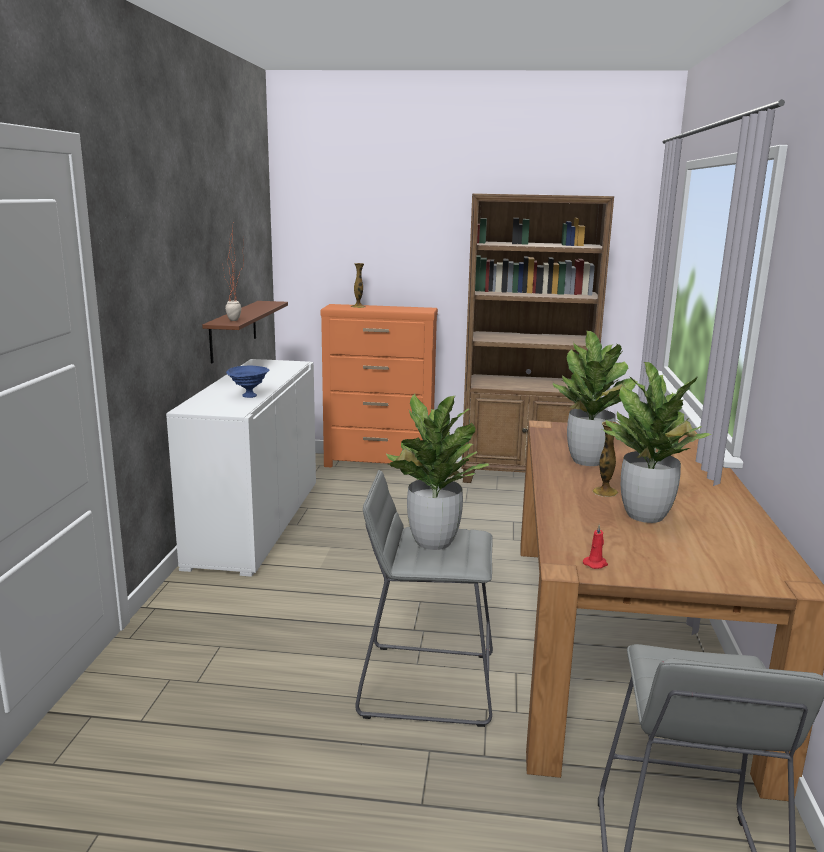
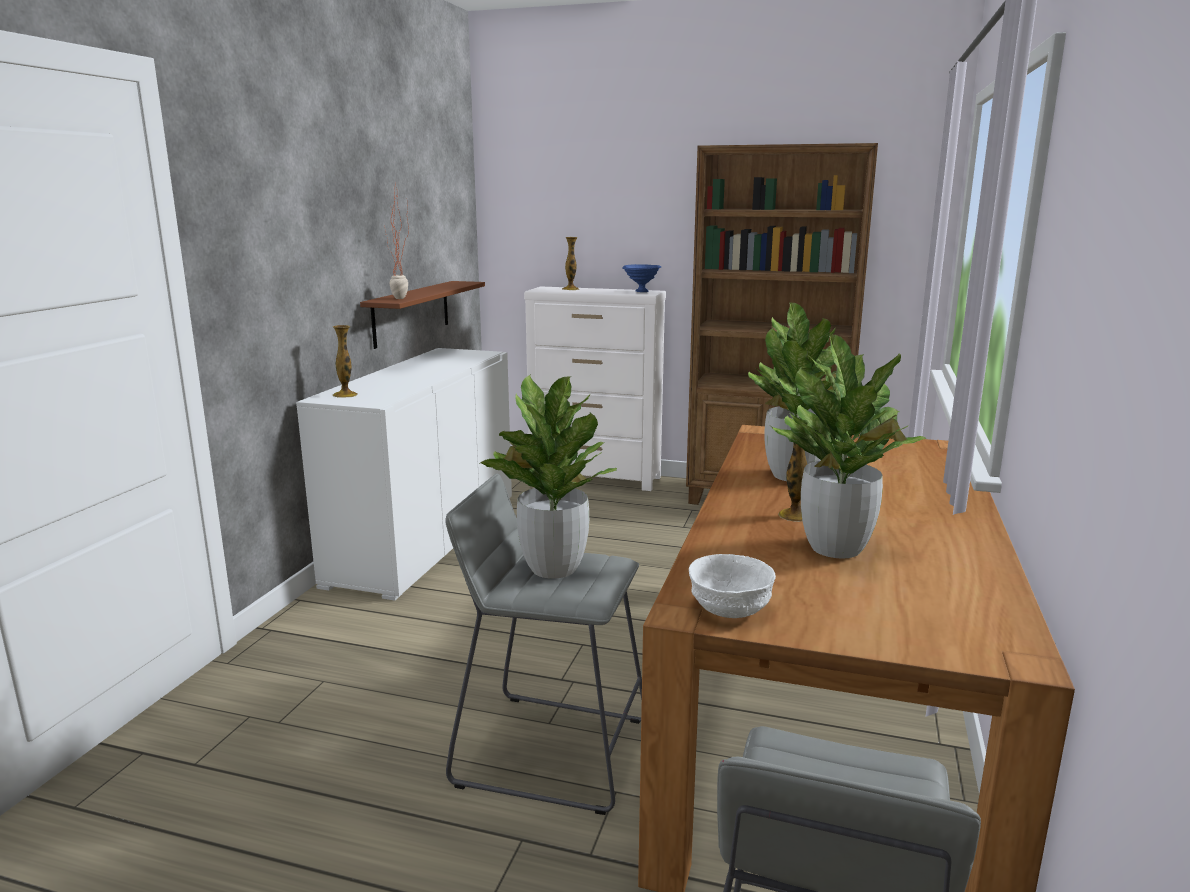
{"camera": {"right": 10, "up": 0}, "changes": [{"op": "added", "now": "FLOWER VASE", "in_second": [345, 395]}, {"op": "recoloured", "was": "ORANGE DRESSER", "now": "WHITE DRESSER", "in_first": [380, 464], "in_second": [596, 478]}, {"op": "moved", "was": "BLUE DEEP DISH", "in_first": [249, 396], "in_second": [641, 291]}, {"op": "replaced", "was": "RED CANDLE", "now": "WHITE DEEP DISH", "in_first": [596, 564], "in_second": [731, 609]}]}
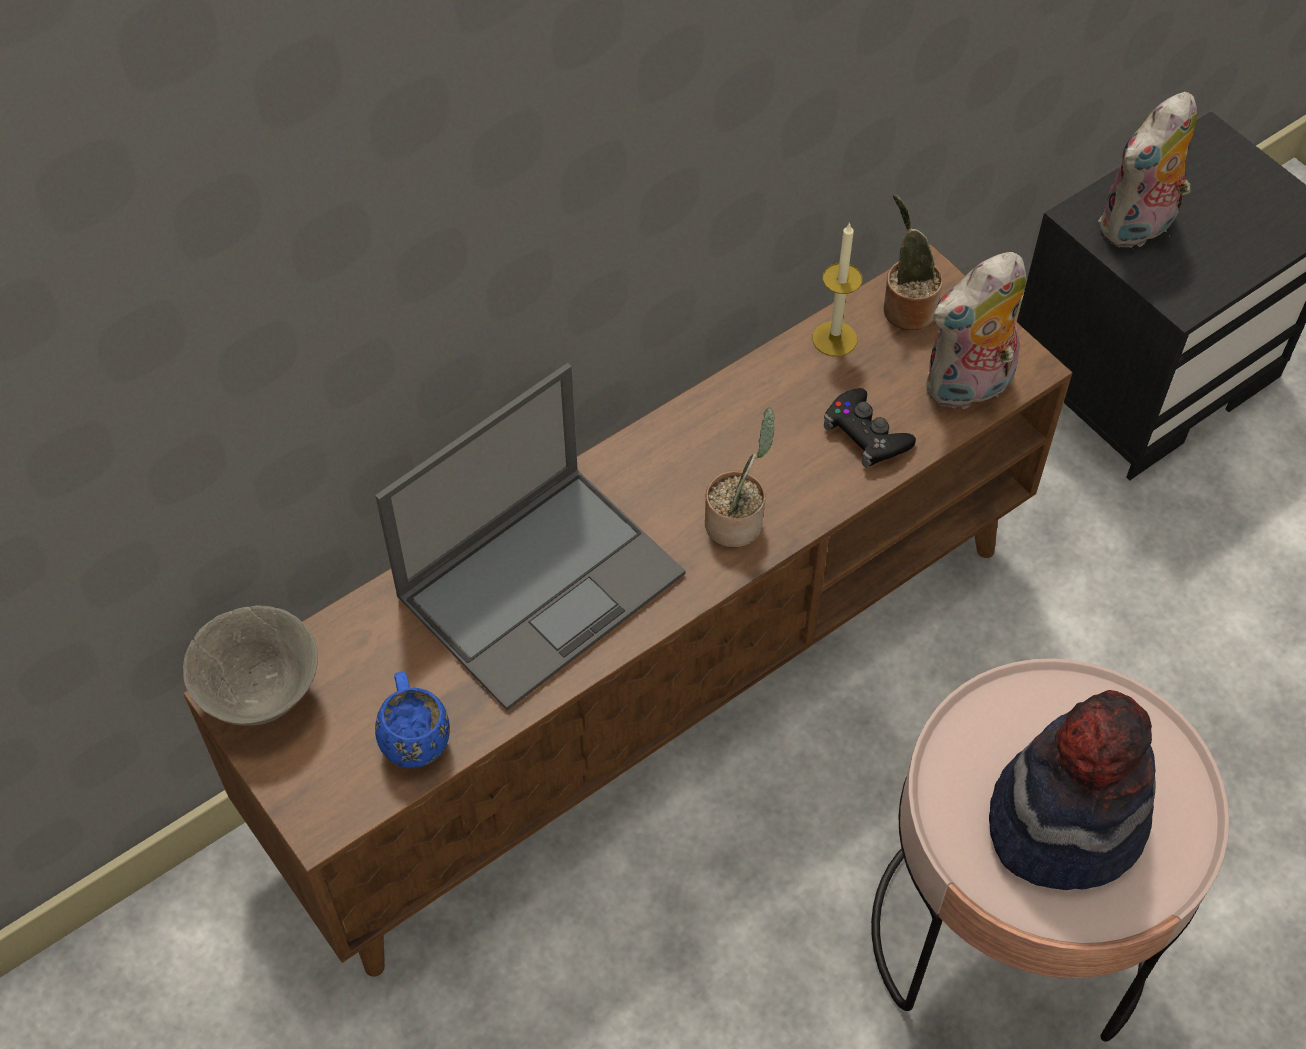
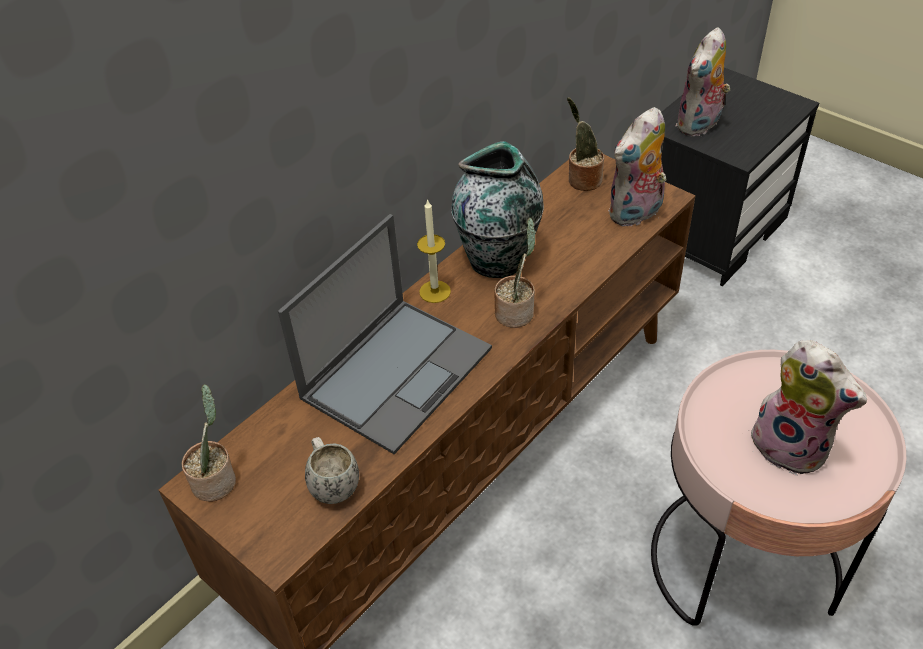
{"camera": {"right": -10, "up": -10}, "changes": [{"op": "replaced", "was": "GREY DEEP DISH", "now": "HOUSEPLANT", "in_first": [261, 696], "in_second": [216, 480]}, {"op": "recoloured", "was": "BLUE TEA MUG", "now": "WHITE TEA MUG", "in_first": [413, 735], "in_second": [331, 483]}, {"op": "moved", "was": "CANDLE", "in_first": [834, 339], "in_second": [435, 291]}, {"op": "added", "now": "FLOWER VASE", "in_second": [498, 260]}, {"op": "replaced", "was": "WEARABLE HAT", "now": "SOFT TOY", "in_first": [1064, 820], "in_second": [793, 446]}, {"op": "removed", "was": "BLACK-COLOURED GAME CONTROLLER", "in_first": [866, 434]}]}
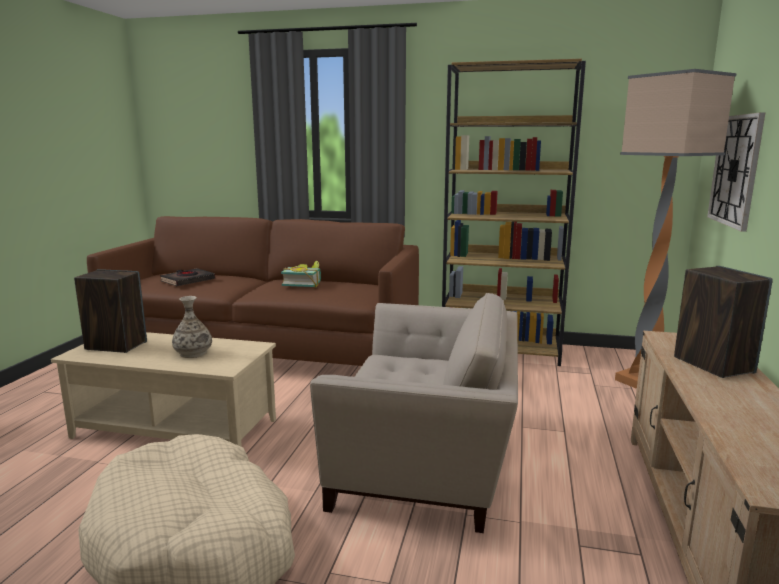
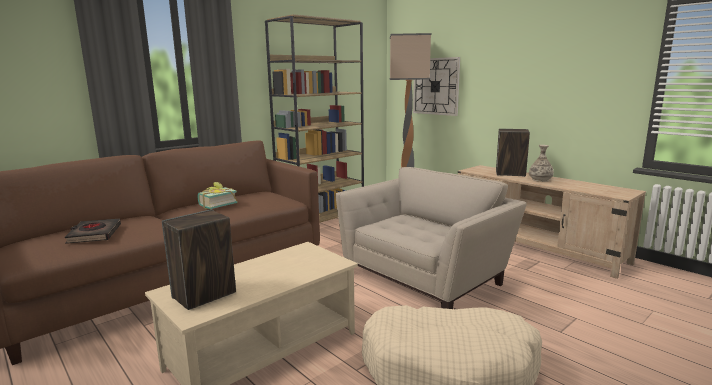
{"camera": {"right": -55, "up": 0}, "changes": [{"op": "moved", "was": "FLOWER VASE", "in_first": [193, 353], "in_second": [540, 180]}]}
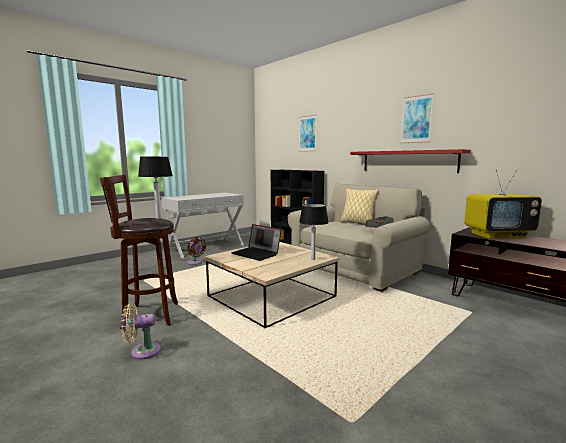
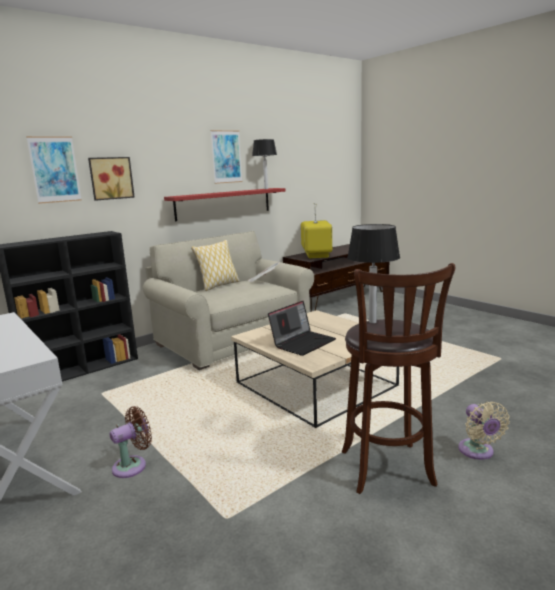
{"camera": {"right": -85, "up": 5}, "changes": [{"op": "added", "now": "WALL ART", "in_second": [111, 178]}, {"op": "moved", "was": "TABLETOP LAMP", "in_first": [313, 259], "in_second": [266, 189]}]}
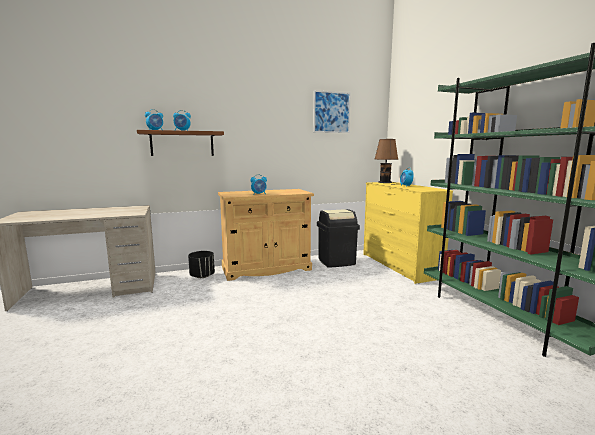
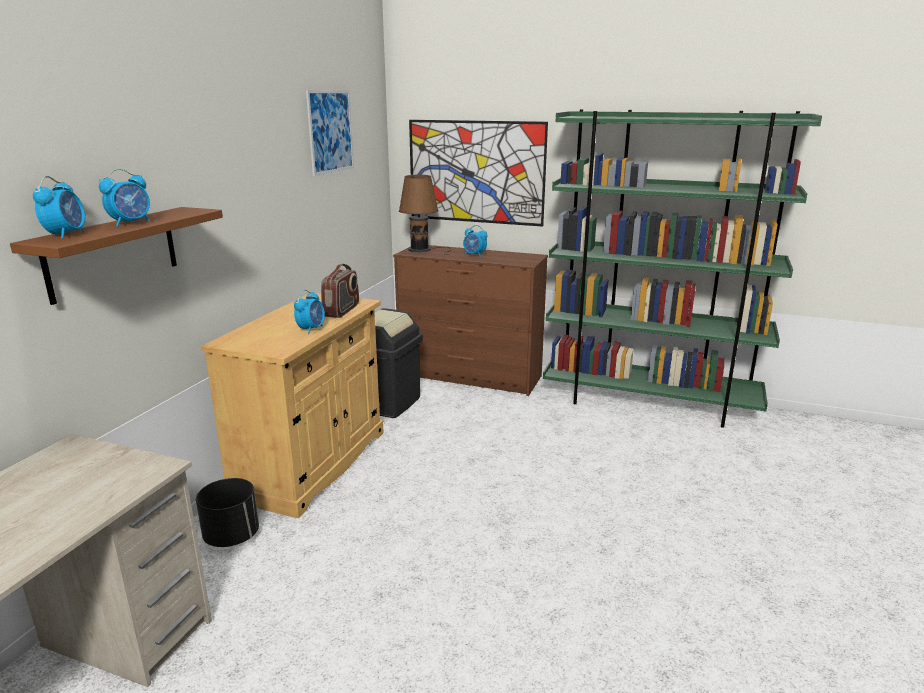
{"camera": {"right": -50, "up": 10}, "changes": [{"op": "added", "now": "RADIO", "in_second": [342, 310]}, {"op": "recoloured", "was": "YELLOW-COLOURED DRESSER", "now": "BROWNISH DRESSER", "in_first": [399, 266], "in_second": [469, 377]}, {"op": "added", "now": "WALL ART", "in_second": [476, 172]}]}
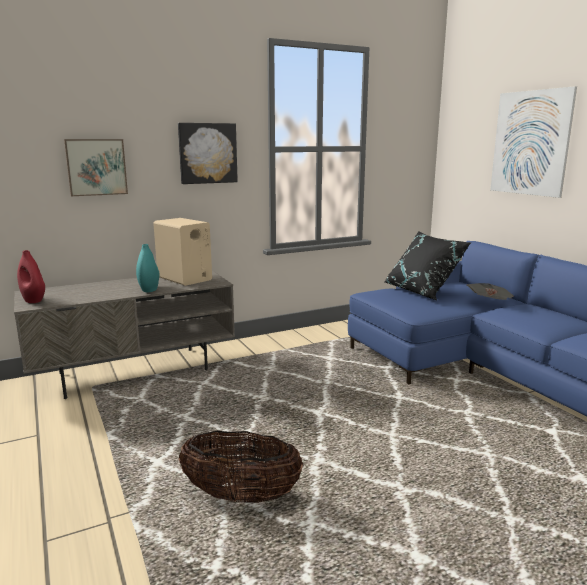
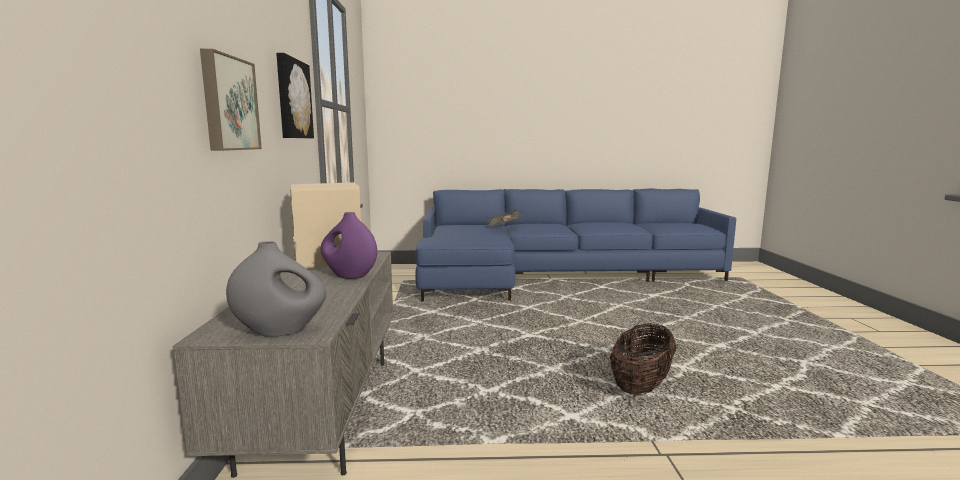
{"camera": {"right": -65, "up": -5}, "changes": [{"op": "recoloured", "was": "RED FLOWER VASE", "now": "GREY FLOWER VASE", "in_first": [34, 300], "in_second": [280, 331]}, {"op": "recoloured", "was": "TURQUOISE-COLOURED FLOWER VASE", "now": "PURPLE-COLOURED FLOWER VASE", "in_first": [149, 289], "in_second": [349, 276]}, {"op": "removed", "was": "BLACK-COLOURED CUSHION", "in_first": [422, 292]}, {"op": "removed", "was": "WALL ART", "in_first": [530, 143]}]}
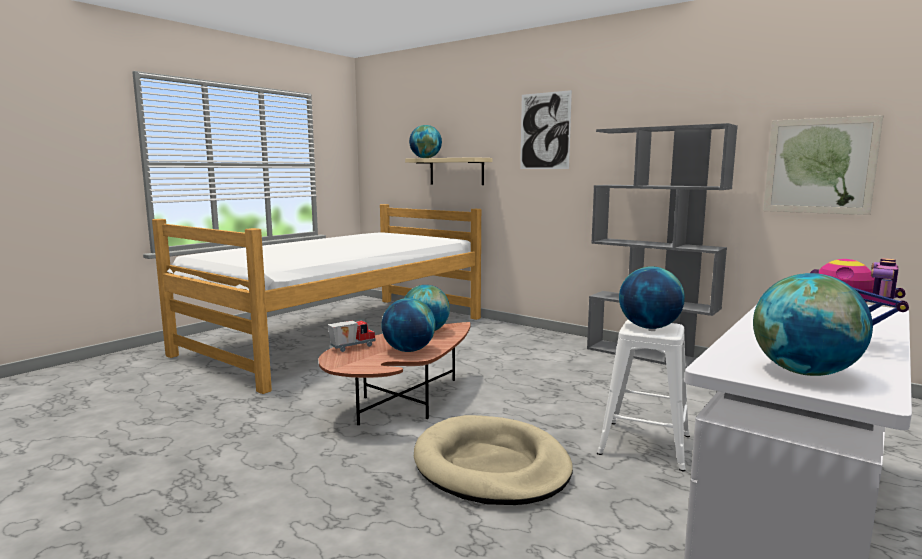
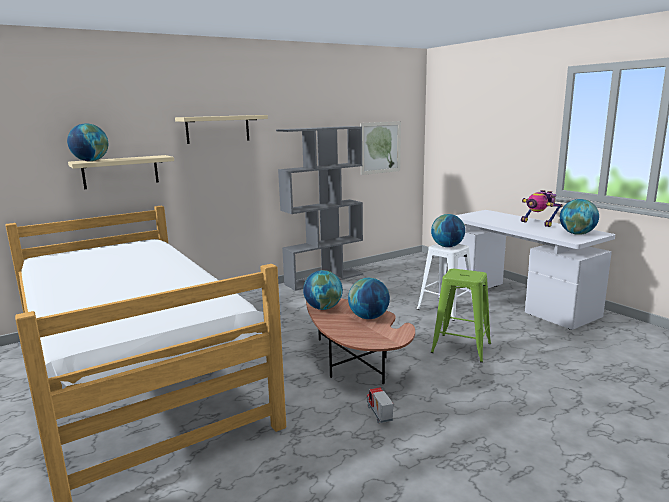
{"camera": {"right": -70, "up": 5}, "changes": [{"op": "replaced", "was": "WALL ART", "now": "BEIGE-COLOURED SHELF", "in_first": [545, 131], "in_second": [218, 129]}, {"op": "moved", "was": "TOY TRUCK", "in_first": [351, 347], "in_second": [378, 415]}, {"op": "replaced", "was": "BEIGE-COLOURED DOG CUSHION", "now": "GREEN SITTING STOOL", "in_first": [491, 466], "in_second": [460, 348]}]}
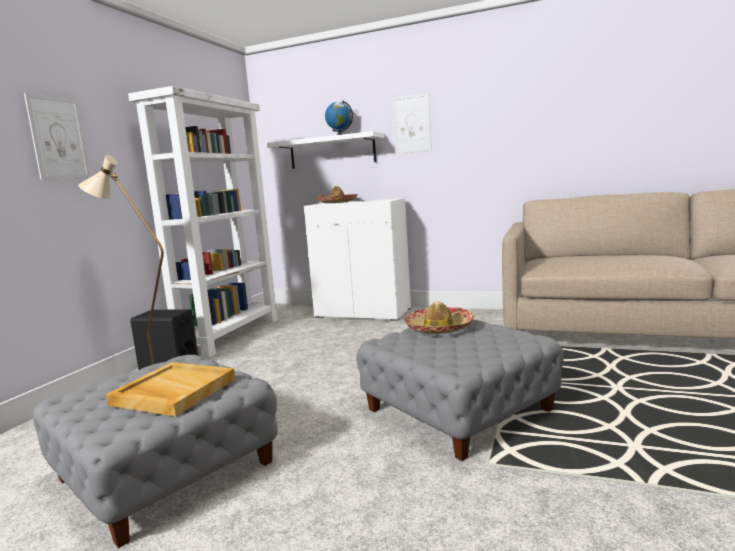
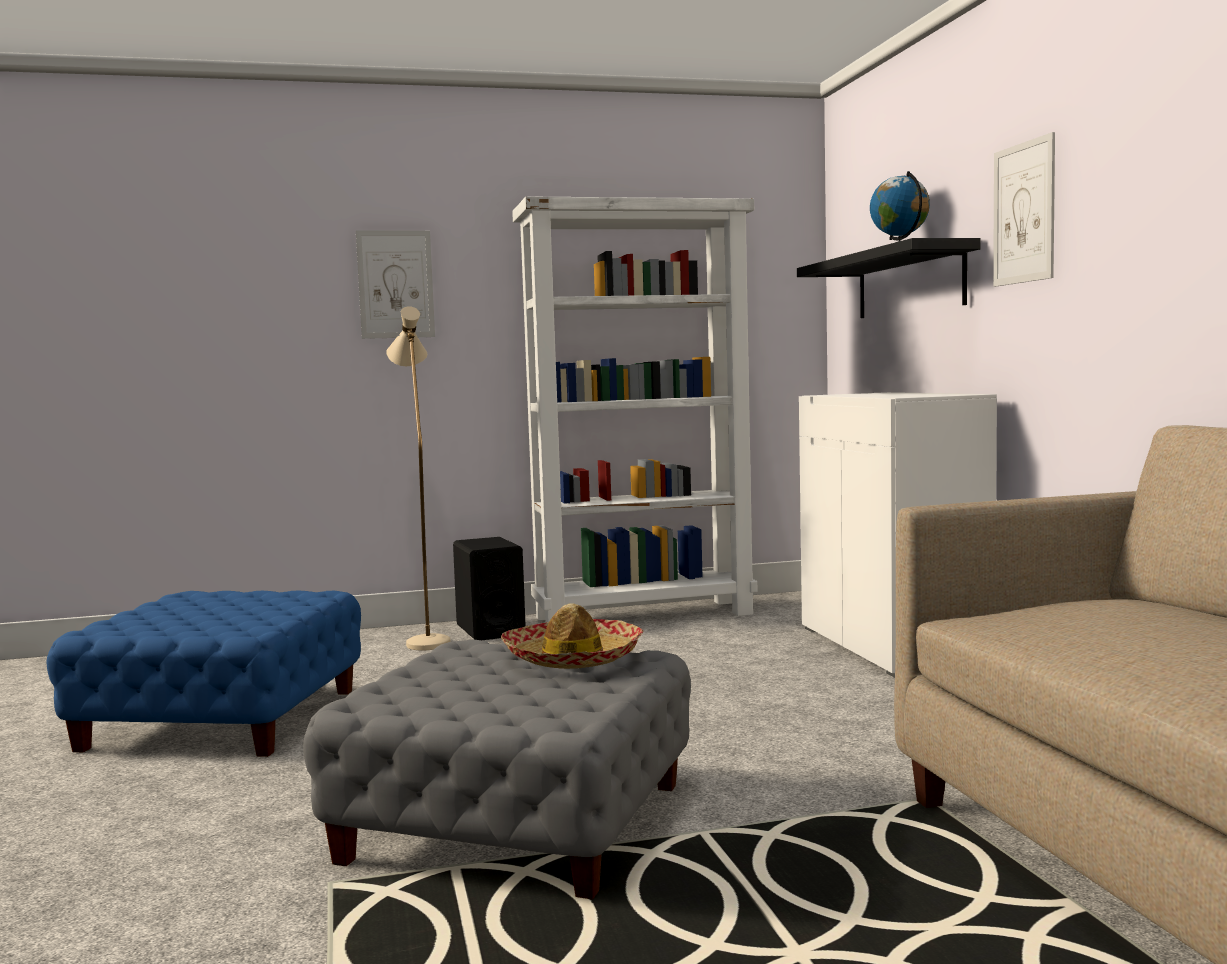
{"camera": {"right": 55, "up": -5}, "changes": [{"op": "recoloured", "was": "GREY FOOTREST", "now": "BLUE FOOTREST", "in_first": [165, 471], "in_second": [222, 719]}, {"op": "recoloured", "was": "WHITE SHELF", "now": "BLACK-COLOURED SHELF", "in_first": [332, 152], "in_second": [909, 283]}, {"op": "removed", "was": "BEIGE-COLOURED TRAY", "in_first": [173, 392]}, {"op": "removed", "was": "WEARABLE HAT", "in_first": [337, 202]}]}
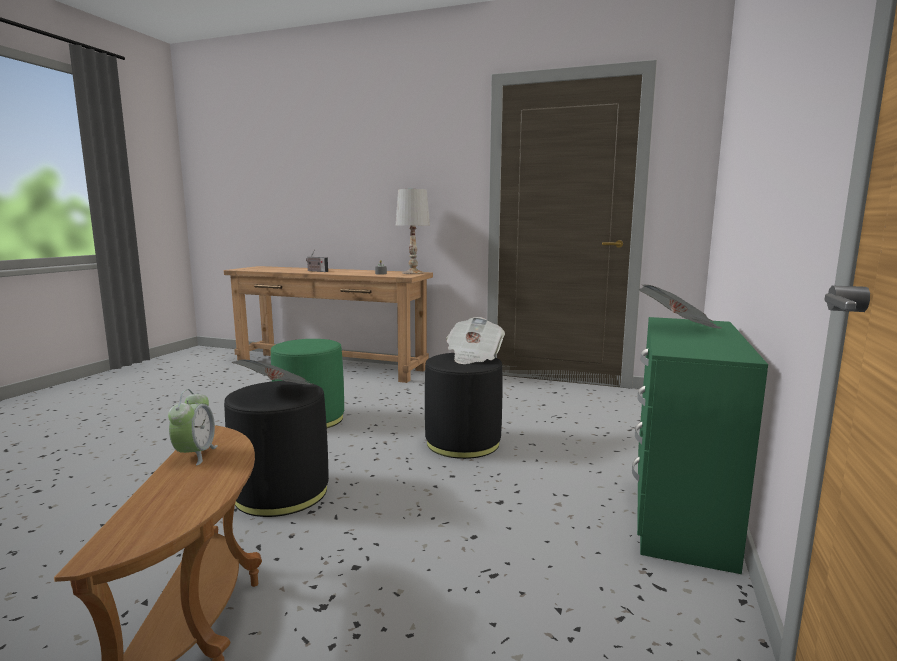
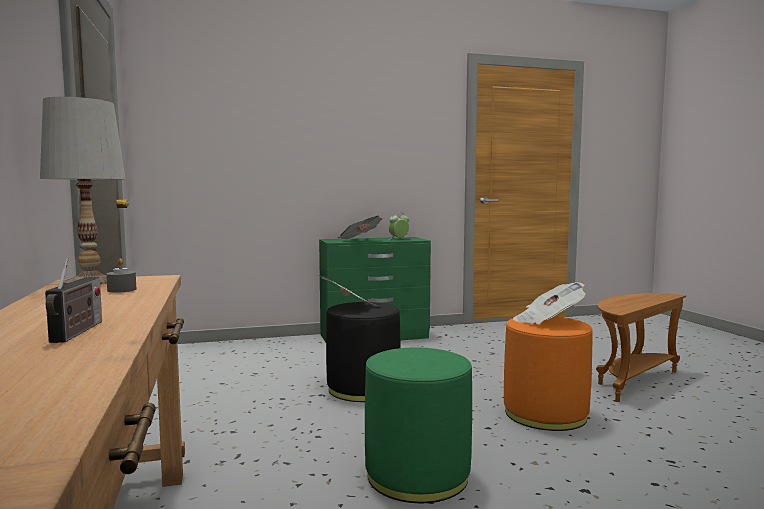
{"camera": {"right": -125, "up": -5}, "changes": [{"op": "moved", "was": "TABLE CLOCK", "in_first": [195, 455], "in_second": [398, 239]}, {"op": "recoloured", "was": "BLACK-COLOURED FOOTREST", "now": "ORANGE FOOTREST", "in_first": [281, 493], "in_second": [545, 414]}]}
